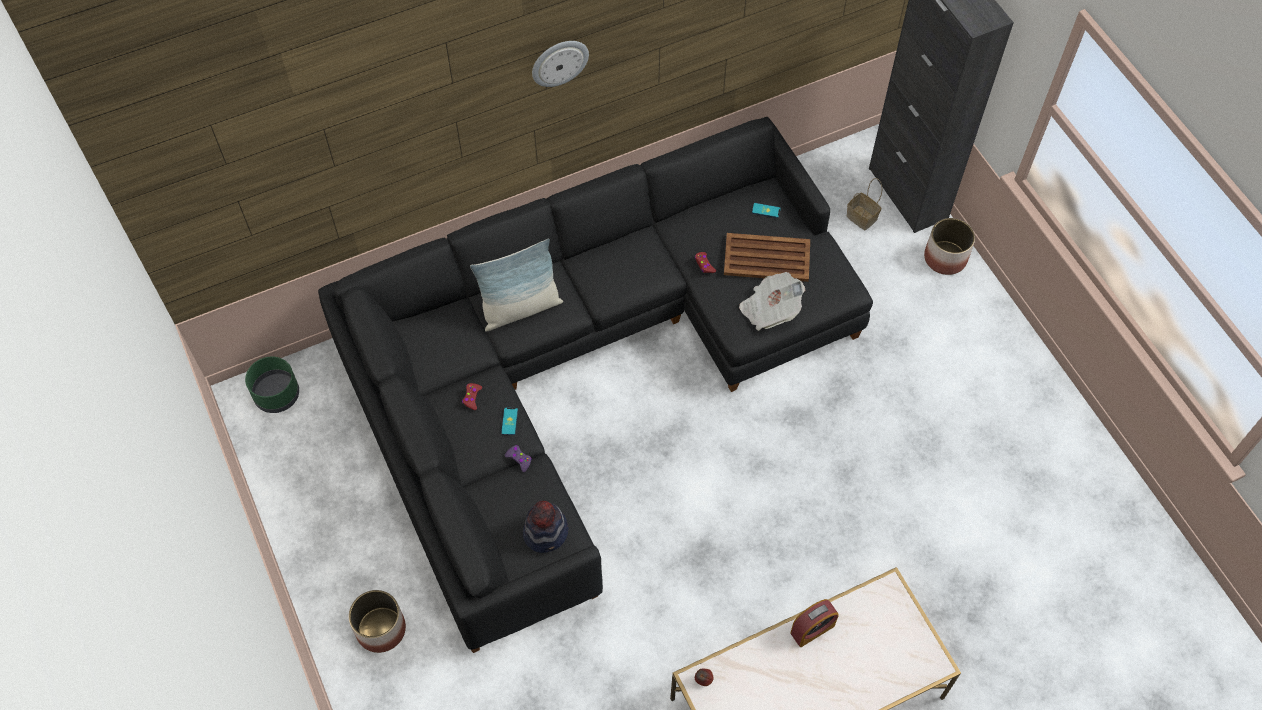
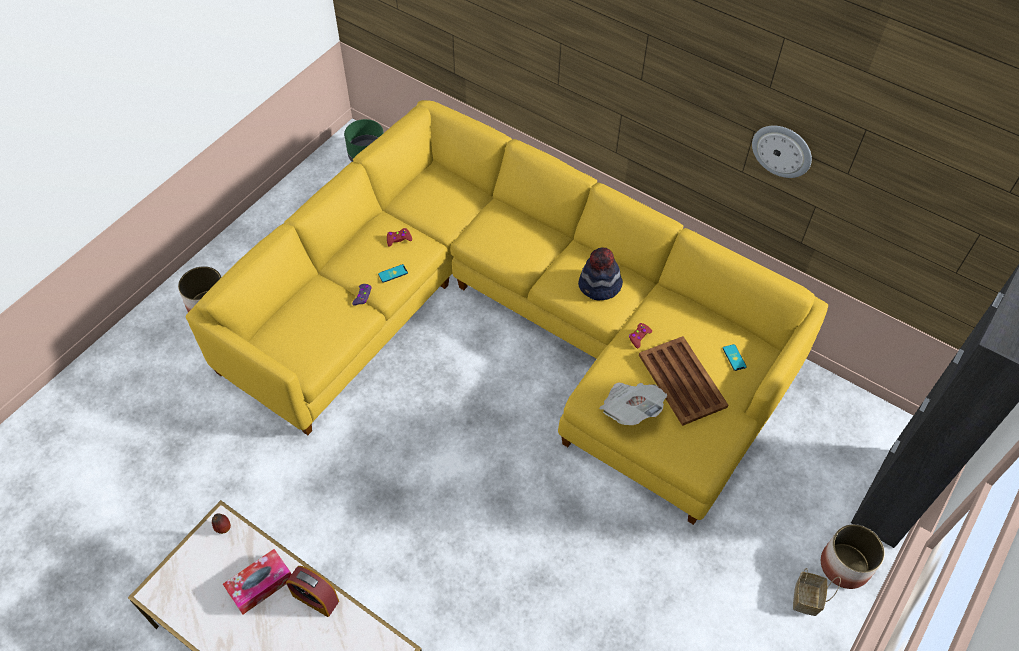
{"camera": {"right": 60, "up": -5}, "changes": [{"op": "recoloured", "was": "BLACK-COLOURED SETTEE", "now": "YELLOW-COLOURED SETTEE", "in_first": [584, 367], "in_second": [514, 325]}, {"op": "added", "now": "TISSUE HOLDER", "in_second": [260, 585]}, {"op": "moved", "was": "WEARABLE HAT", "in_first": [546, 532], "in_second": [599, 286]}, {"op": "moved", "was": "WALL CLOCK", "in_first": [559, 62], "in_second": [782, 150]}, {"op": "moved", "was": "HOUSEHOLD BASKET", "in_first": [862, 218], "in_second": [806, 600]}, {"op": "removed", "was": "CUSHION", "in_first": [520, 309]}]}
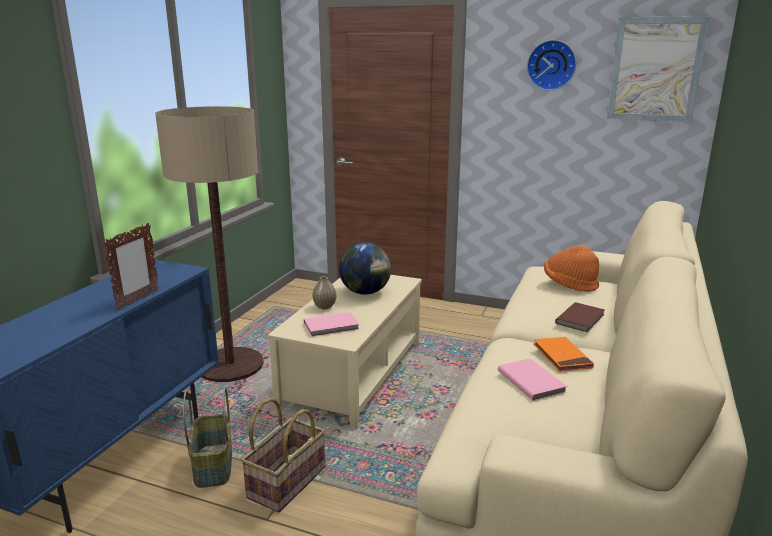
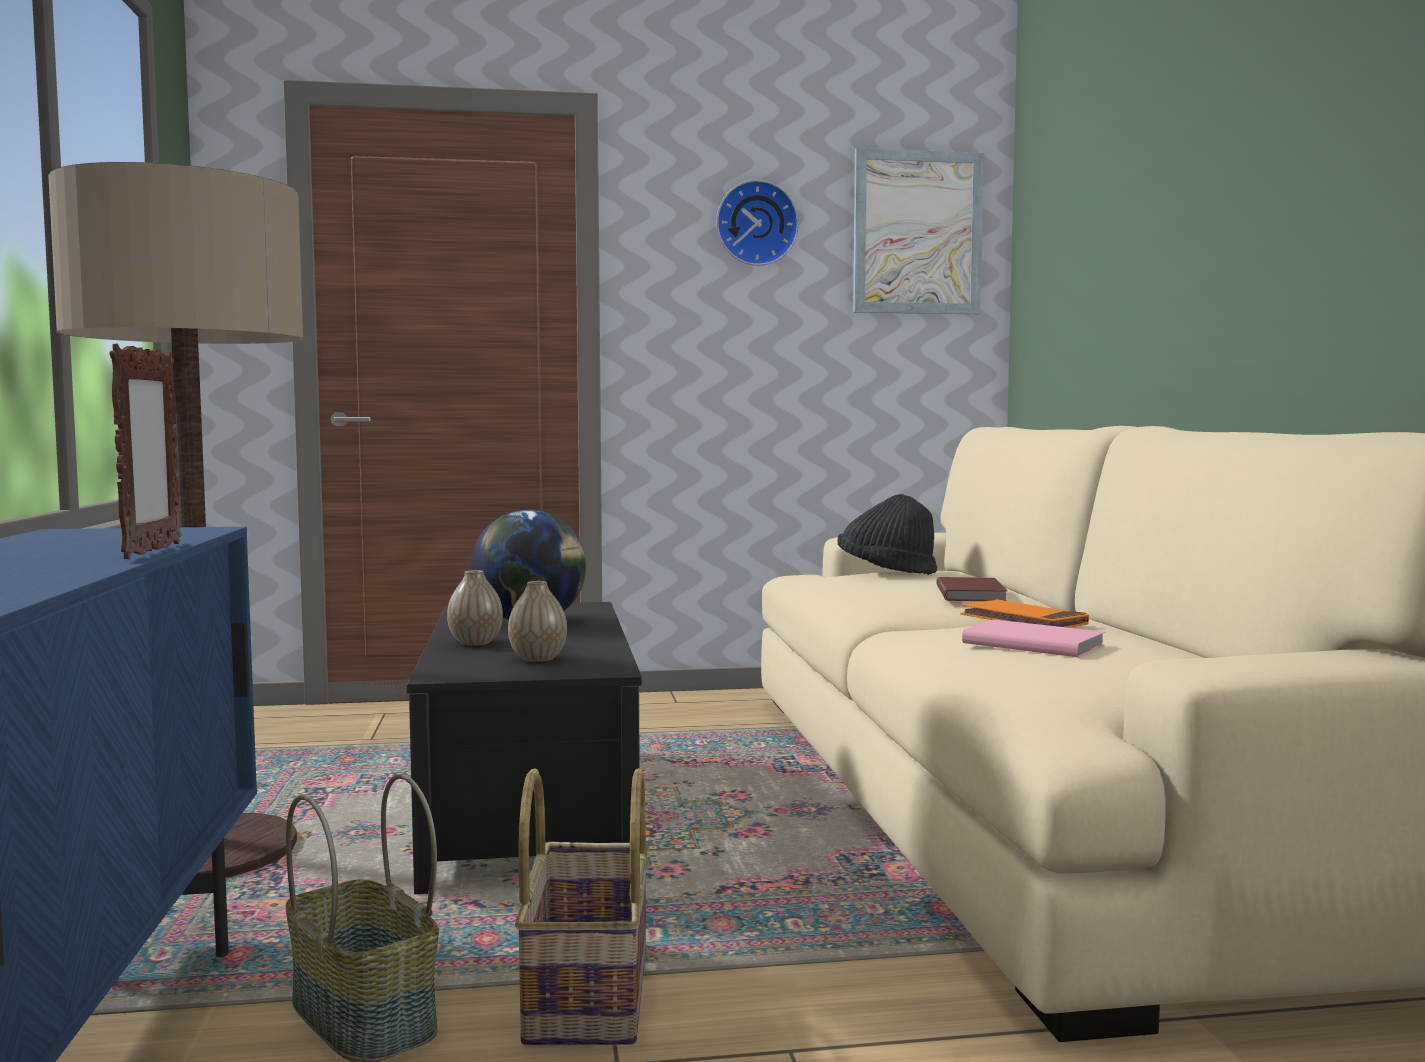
{"camera": {"right": -30, "up": -15}, "changes": [{"op": "recoloured", "was": "BEIGE-COLOURED COFFEE TABLE", "now": "BLACK-COLOURED COFFEE TABLE", "in_first": [355, 375], "in_second": [534, 812]}, {"op": "replaced", "was": "PINK-COLOURED BOUND BOOK", "now": "FLOWER VASE", "in_first": [332, 326], "in_second": [538, 659]}, {"op": "recoloured", "was": "ORANGE WEARABLE HAT", "now": "BLACK-COLOURED WEARABLE HAT", "in_first": [569, 284], "in_second": [886, 573]}]}
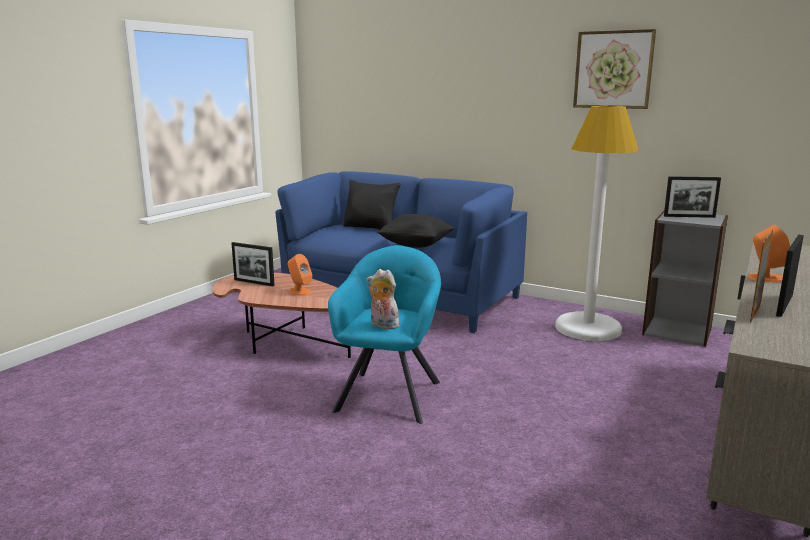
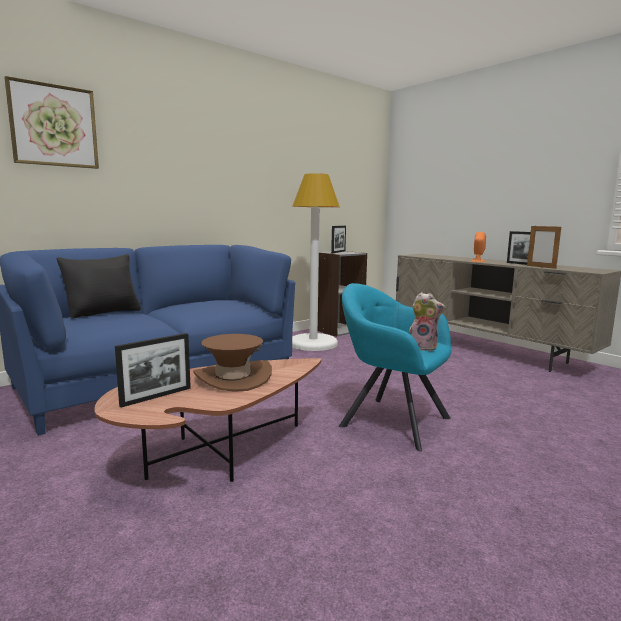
{"camera": {"right": -70, "up": -5}, "changes": [{"op": "moved", "was": "WALL ART", "in_first": [613, 70], "in_second": [54, 126]}, {"op": "replaced", "was": "ORANGE LOUDSPEAKER", "now": "BROWNISH WEARABLE HAT", "in_first": [300, 291], "in_second": [233, 378]}, {"op": "turned", "was": "SOFT TOY", "in_first": [382, 325], "in_second": [423, 347], "clockwise": -120}, {"op": "removed", "was": "BLACK-COLOURED CUSHION", "in_first": [416, 245]}]}
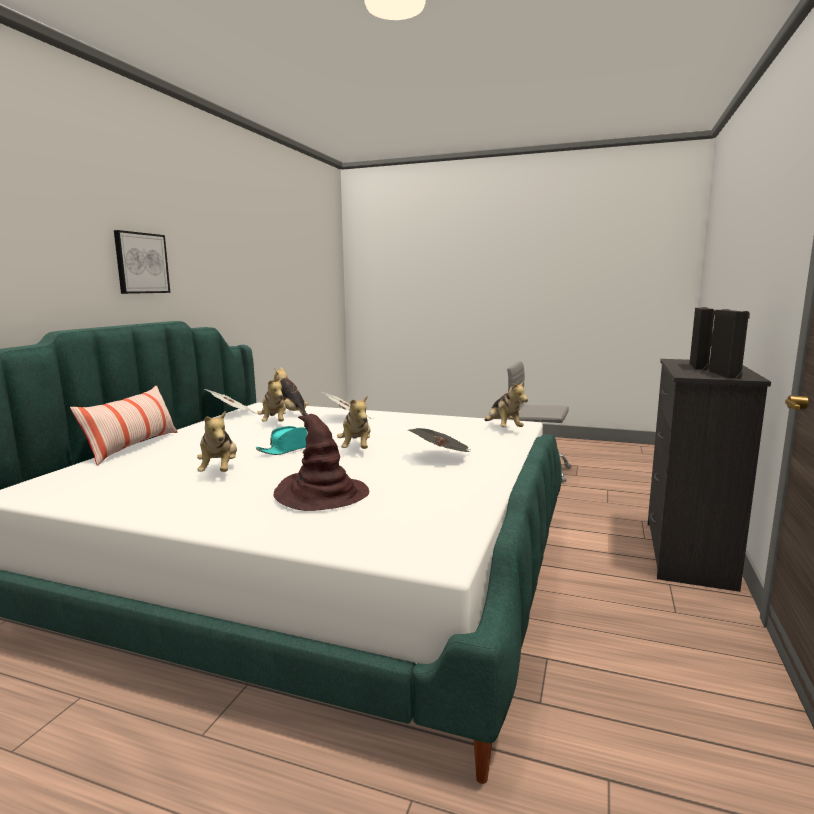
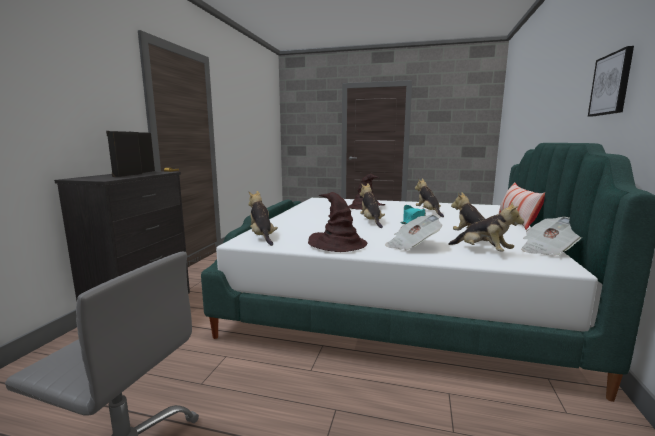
{"camera": {"right": 175, "up": 0}, "changes": [{"op": "added", "now": "BROWNISH WEARABLE HAT", "in_second": [338, 244]}, {"op": "removed", "was": "PRINTED PAPER", "in_first": [442, 458]}]}
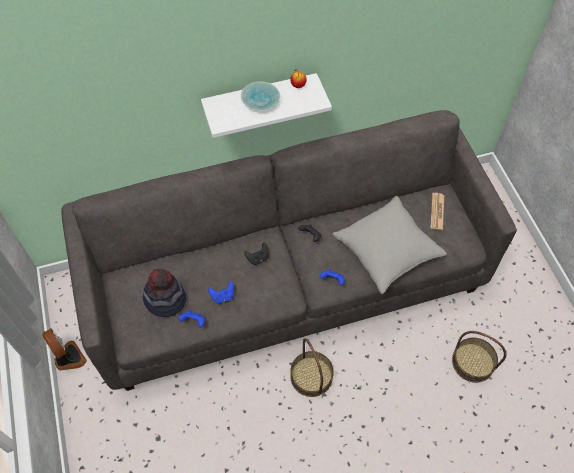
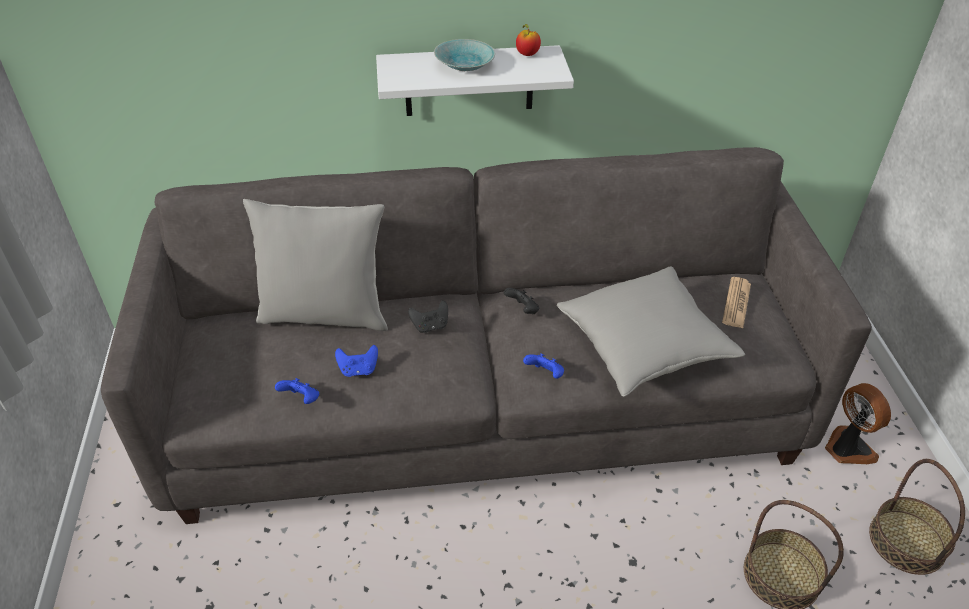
{"camera": {"right": 10, "up": -15}, "changes": [{"op": "added", "now": "GREY CUSHION", "in_second": [325, 314]}, {"op": "moved", "was": "ELECTRIC FAN", "in_first": [68, 358], "in_second": [847, 448]}, {"op": "moved", "was": "HOUSEHOLD BASKET", "in_first": [311, 376], "in_second": [907, 541]}, {"op": "removed", "was": "WEARABLE HAT", "in_first": [165, 300]}]}
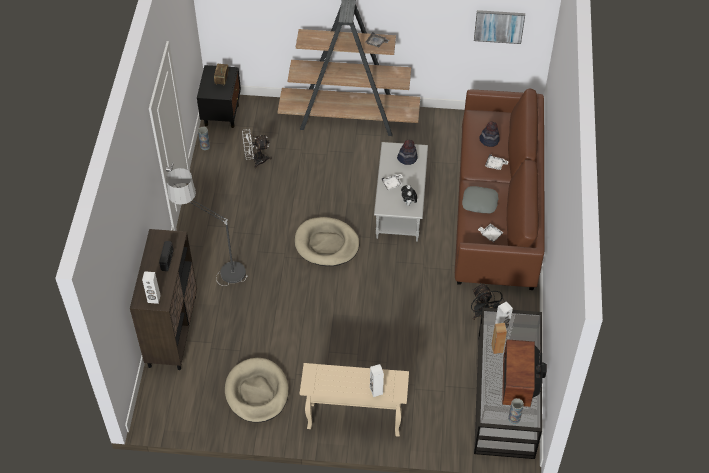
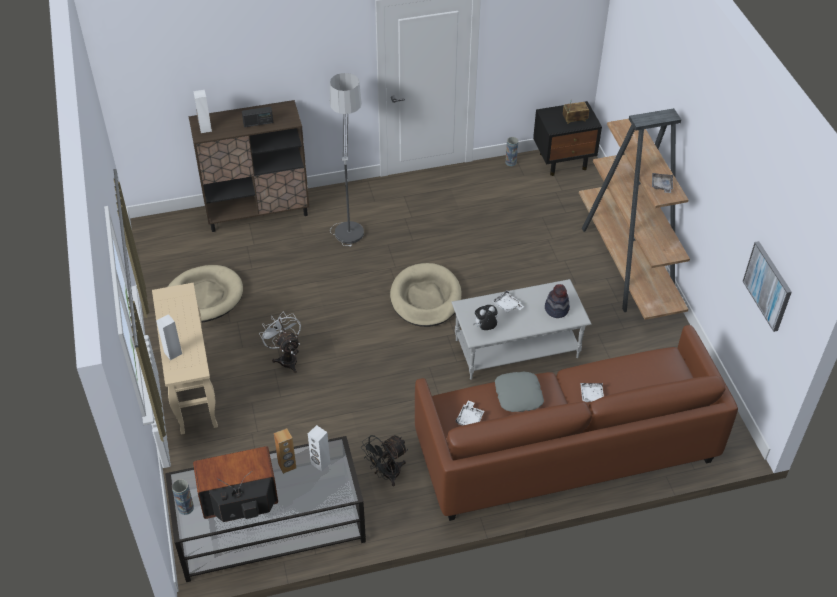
{"camera": {"right": 70, "up": -5}, "changes": [{"op": "moved", "was": "WHITE ELECTRIC FAN", "in_first": [256, 160], "in_second": [286, 358]}, {"op": "removed", "was": "WEARABLE HAT", "in_first": [489, 140]}]}
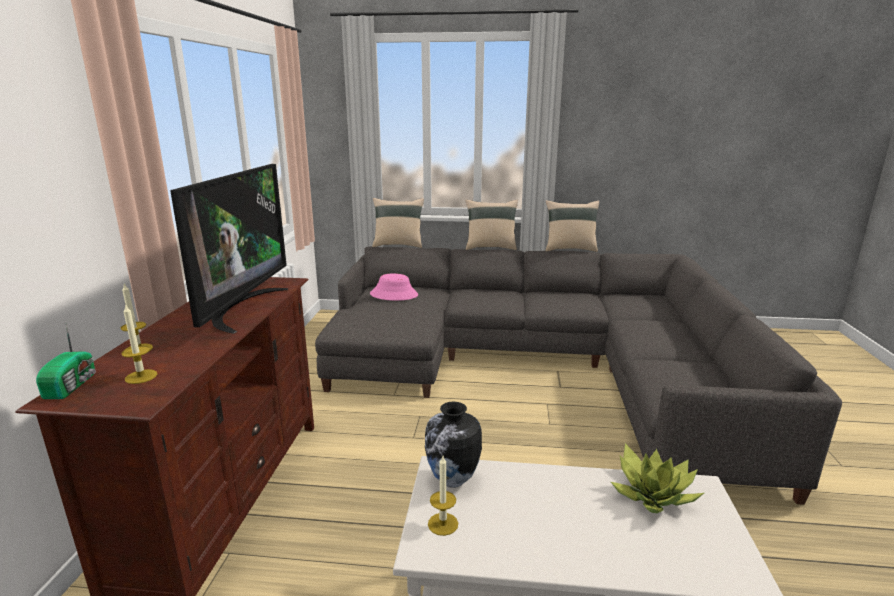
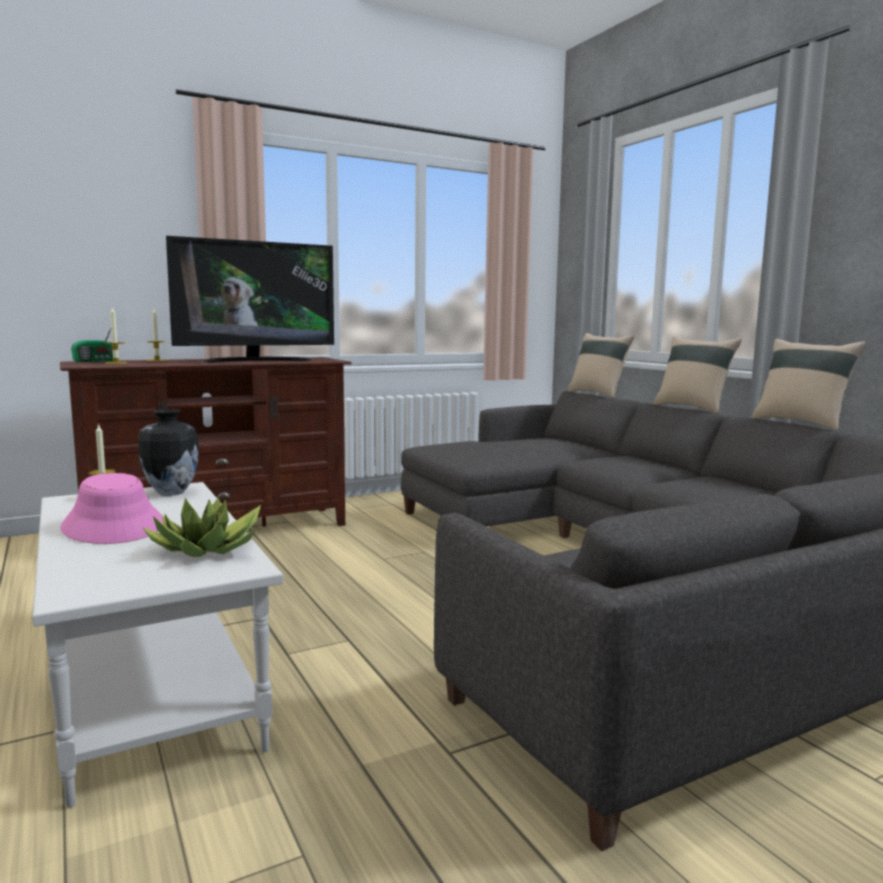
{"camera": {"right": 55, "up": -10}, "changes": [{"op": "moved", "was": "PINK-COLOURED WEARABLE HAT", "in_first": [394, 295], "in_second": [114, 526]}]}
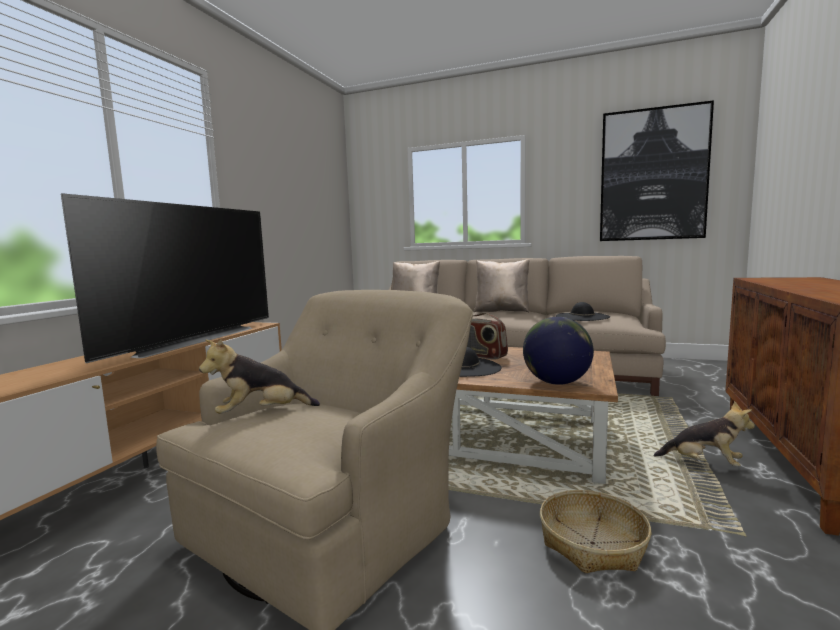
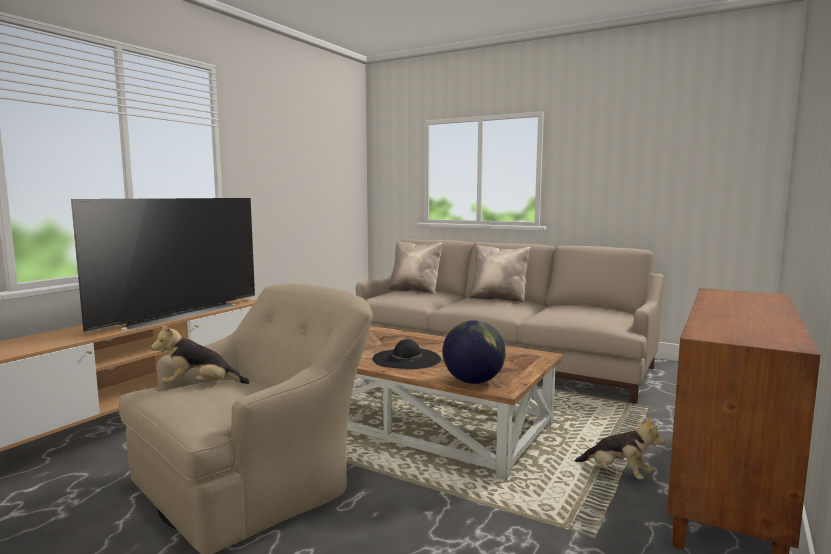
{"camera": {"right": 10, "up": 0}, "changes": [{"op": "removed", "was": "RADIO", "in_first": [481, 355]}, {"op": "removed", "was": "HOUSEHOLD BASKET", "in_first": [592, 543]}, {"op": "removed", "was": "BLACK-COLOURED WEARABLE HAT", "in_first": [582, 317]}, {"op": "removed", "was": "WALL ART", "in_first": [653, 175]}]}
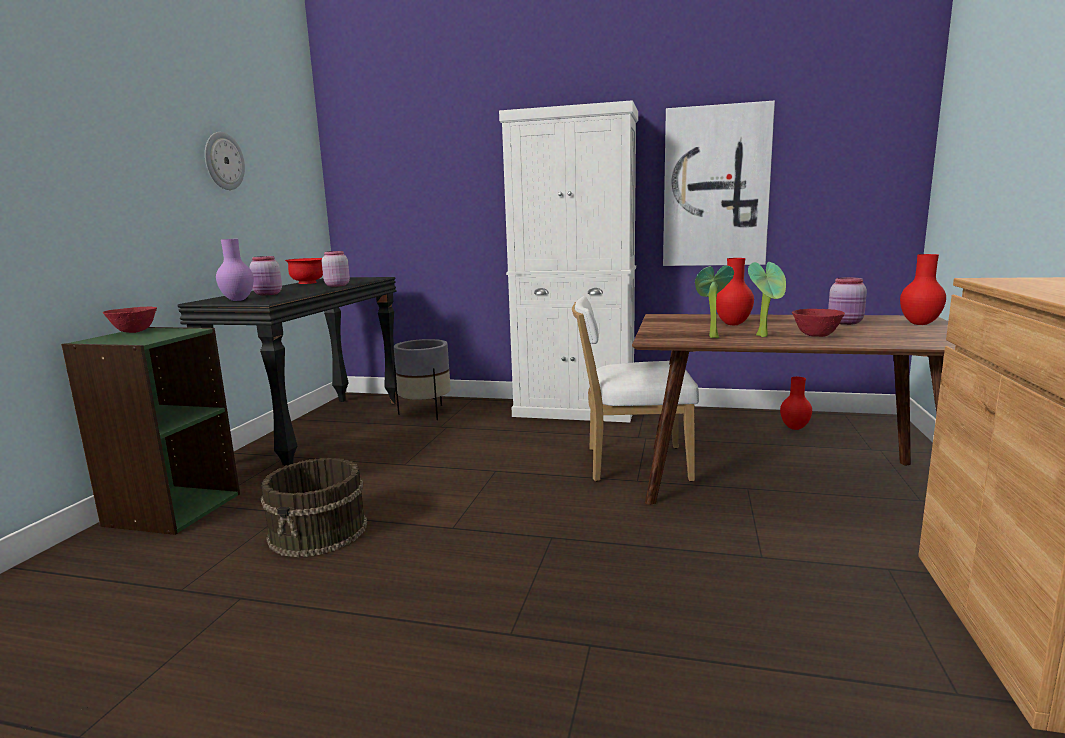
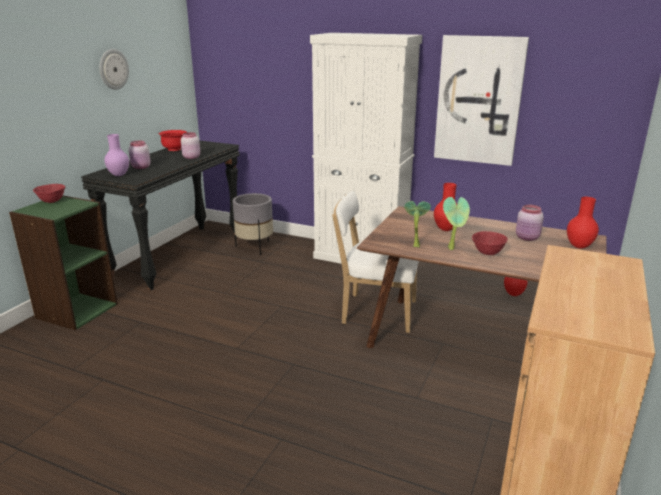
{"camera": {"right": 10, "up": 10}, "changes": [{"op": "removed", "was": "BROWNISH BUCKET", "in_first": [319, 532]}]}
